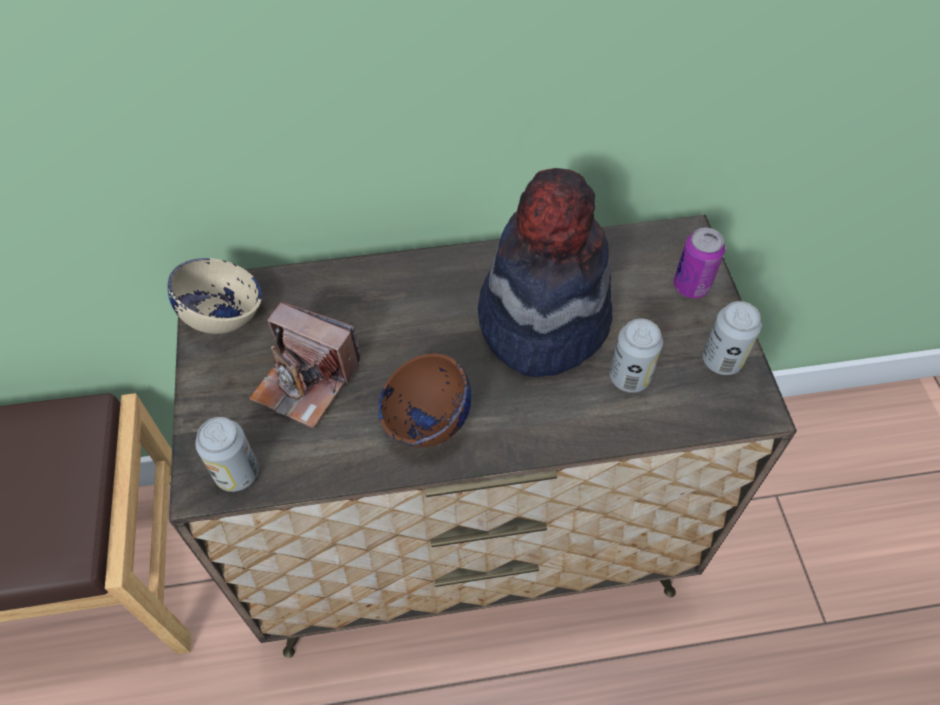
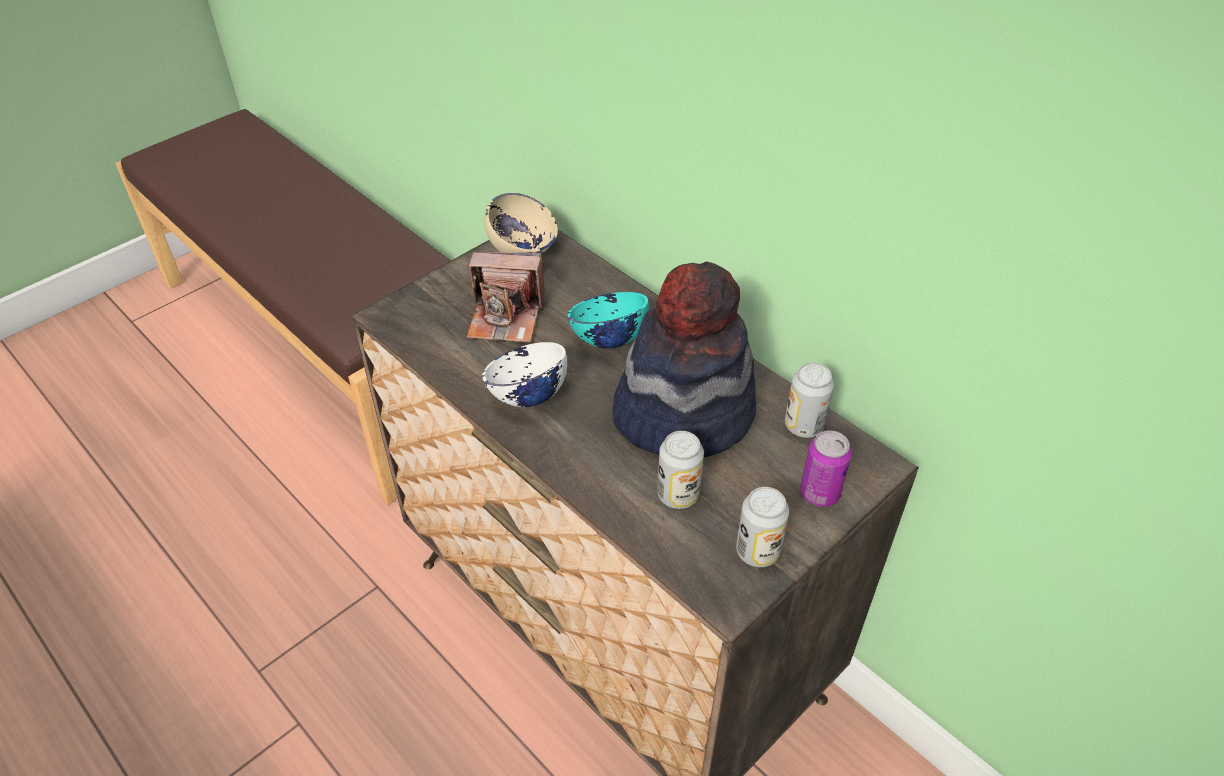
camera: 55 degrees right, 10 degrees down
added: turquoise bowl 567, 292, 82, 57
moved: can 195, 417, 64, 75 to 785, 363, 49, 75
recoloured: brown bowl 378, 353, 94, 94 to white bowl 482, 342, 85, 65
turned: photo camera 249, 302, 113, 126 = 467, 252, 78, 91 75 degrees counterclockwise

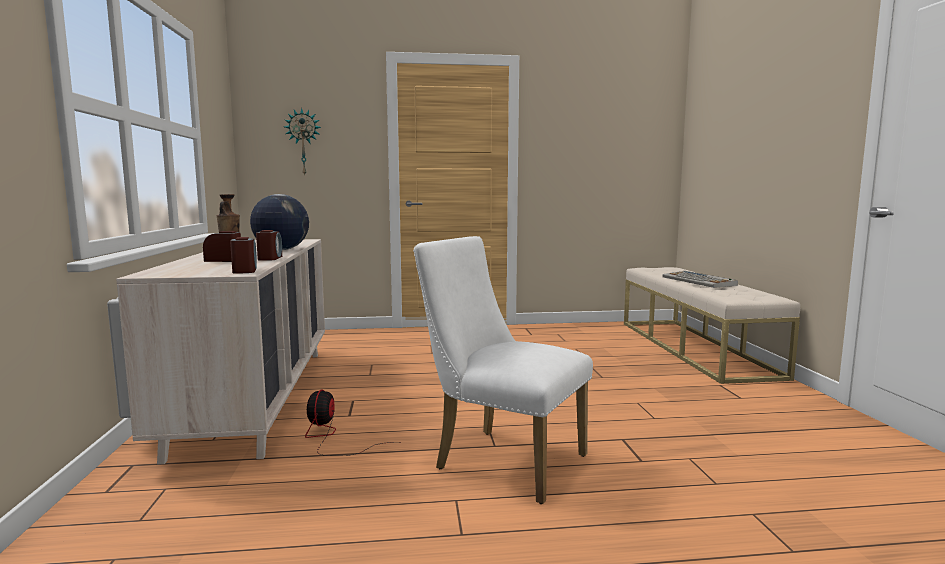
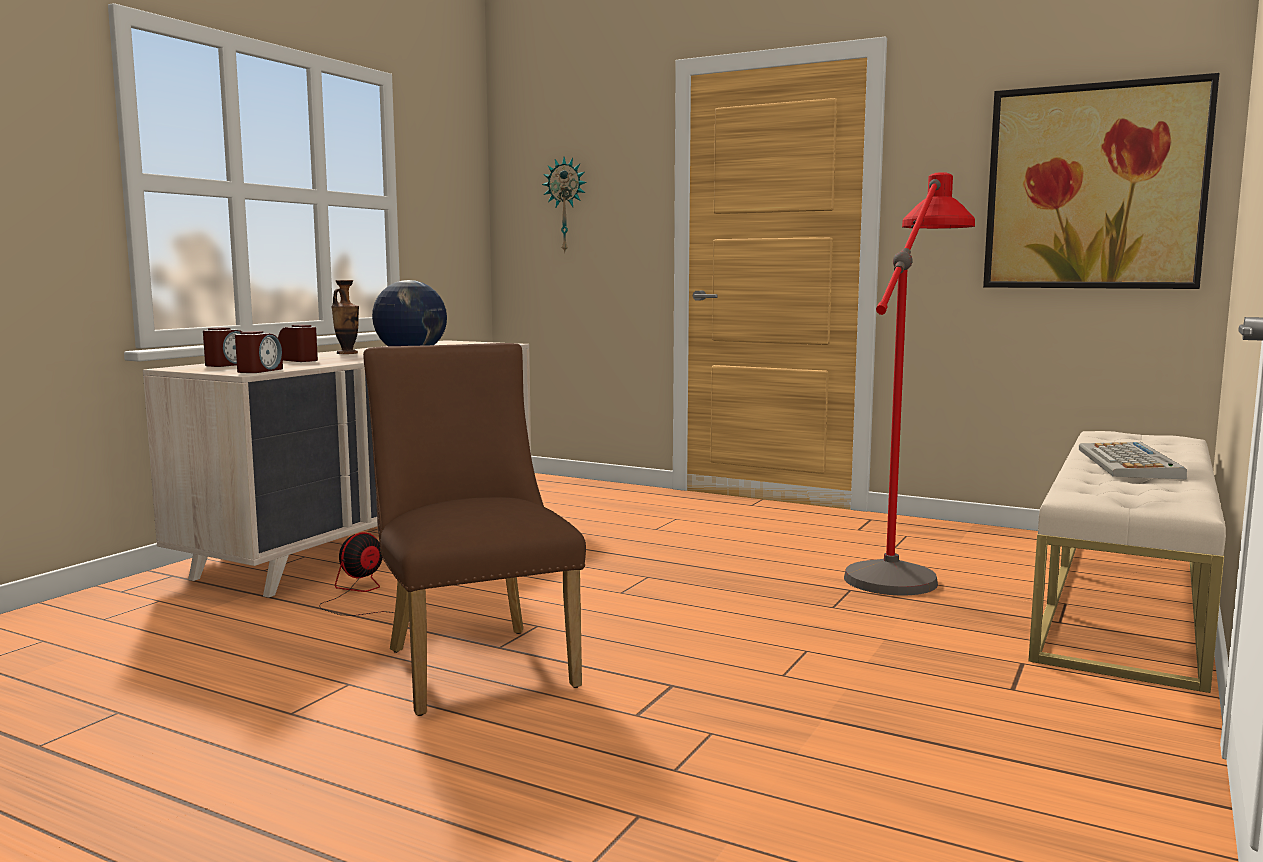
camera: 35 degrees right, 0 degrees up
added: red floor lamp 844, 172, 131, 423; picture 983, 73, 236, 216
moved: alarm clock 256, 230, 26, 31 to 203, 327, 39, 40
recoloured: white chair 413, 236, 180, 268 to brown chair 363, 343, 223, 373

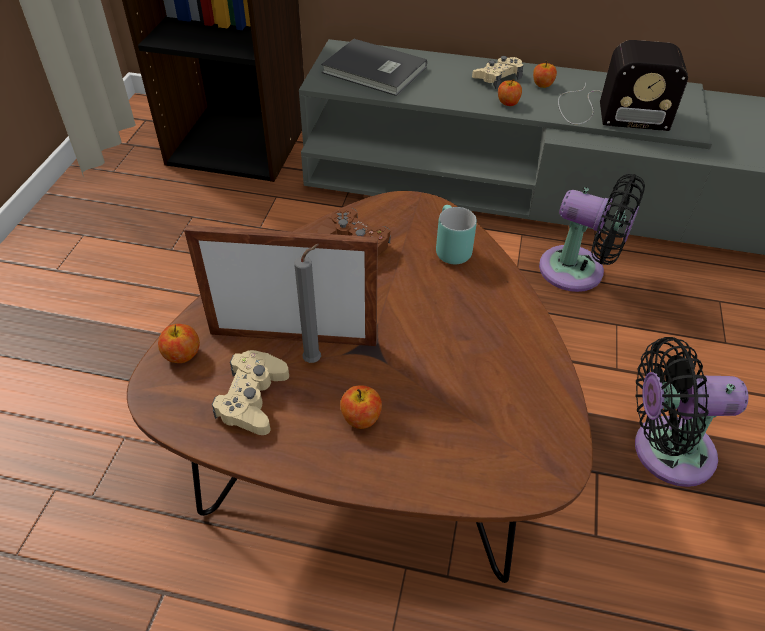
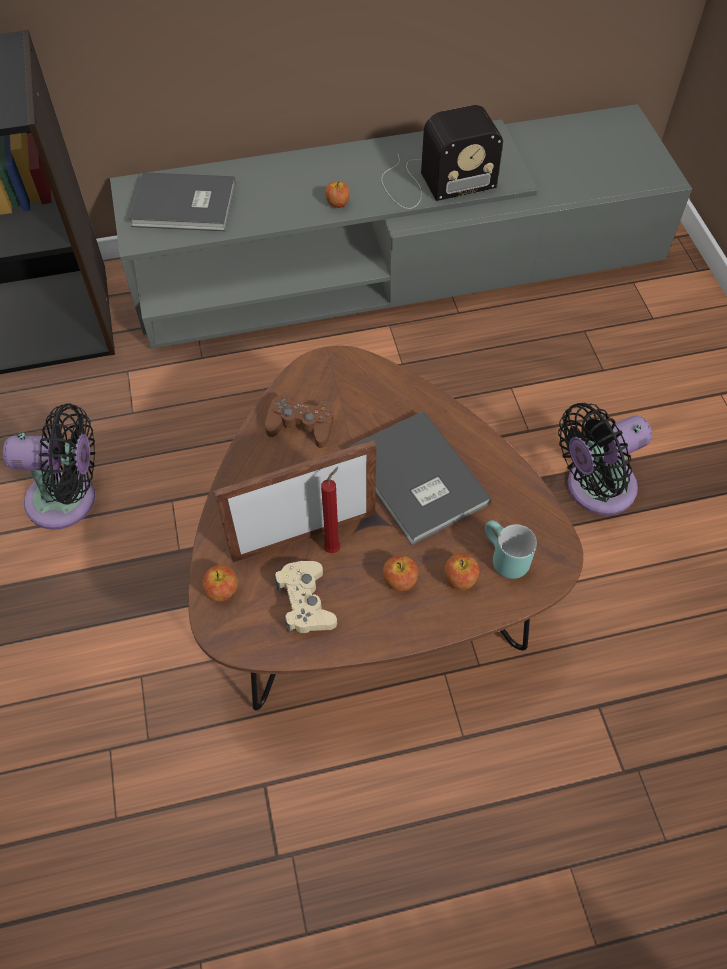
camera: 25 degrees left, 10 degrees up
removed: beige game controller 472, 56, 51, 33
added: grey book 348, 411, 144, 134
moved: turquoise mug 436, 205, 41, 59 to 485, 520, 52, 59; apple 533, 60, 24, 28 to 444, 554, 35, 36; black fan 539, 174, 106, 118 to 3, 403, 92, 127
recoloured: grey candle 294, 244, 27, 119 to red candle 321, 467, 19, 86

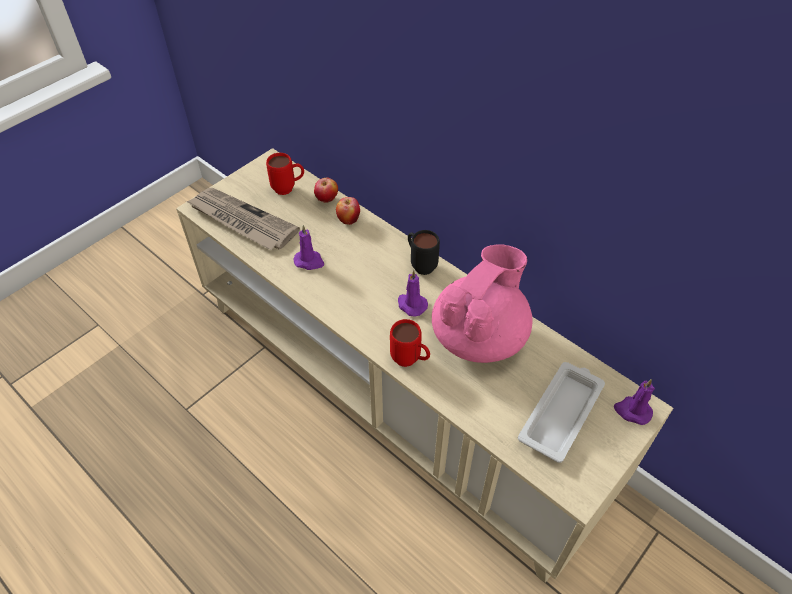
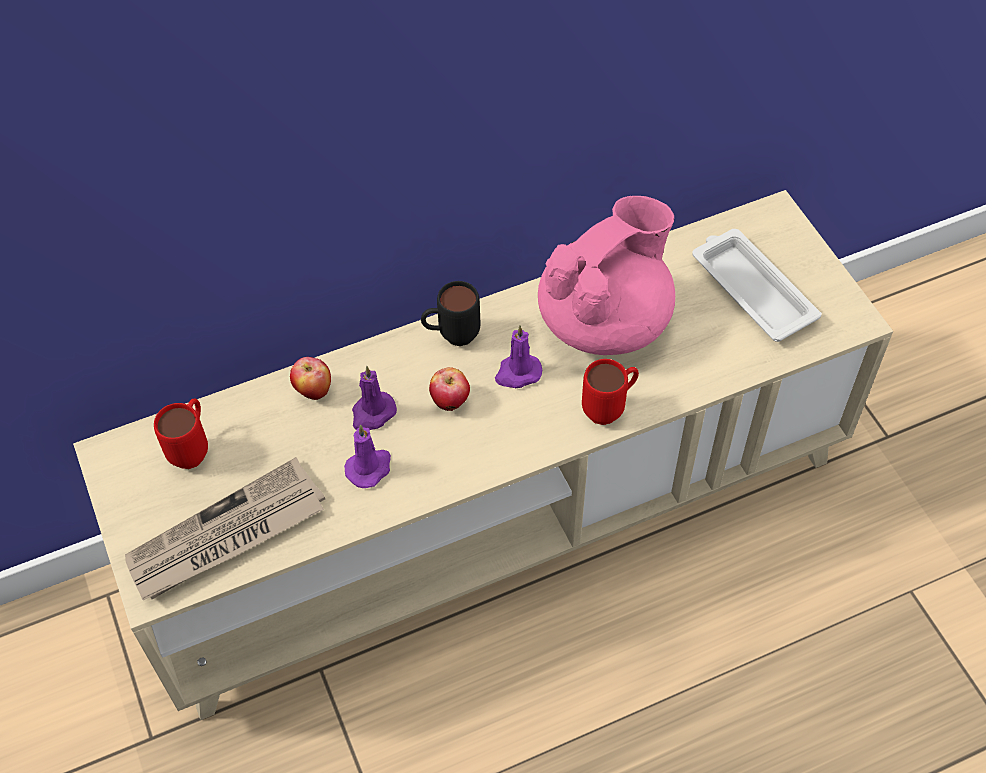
camera: 65 degrees left, 5 degrees up
moved: apple 314, 178, 24, 24 to 429, 367, 41, 44; purple candle 614, 379, 41, 46 to 352, 366, 45, 64
turned: pink teapot 432, 244, 100, 119 = 538, 196, 137, 159 75 degrees clockwise

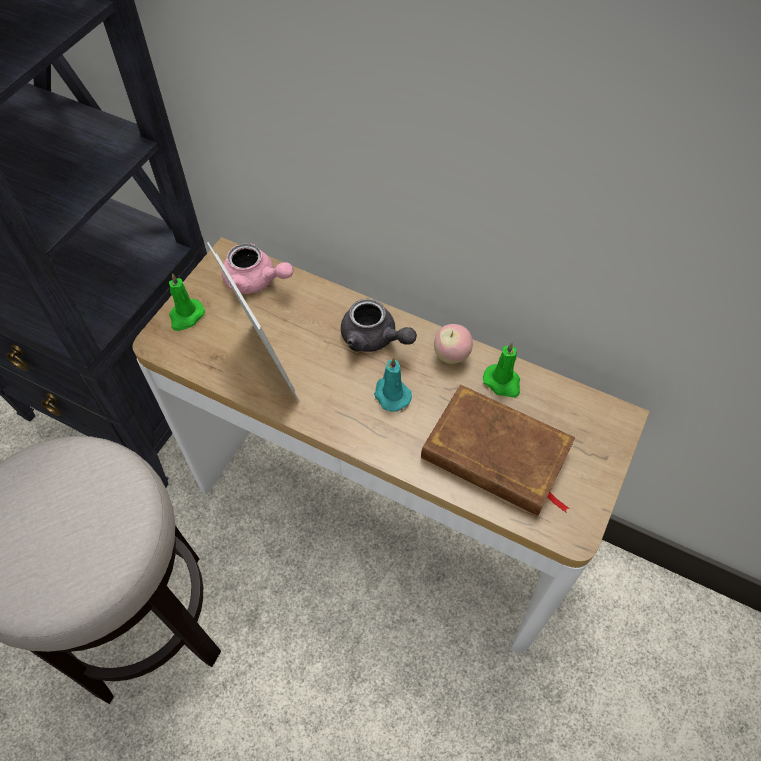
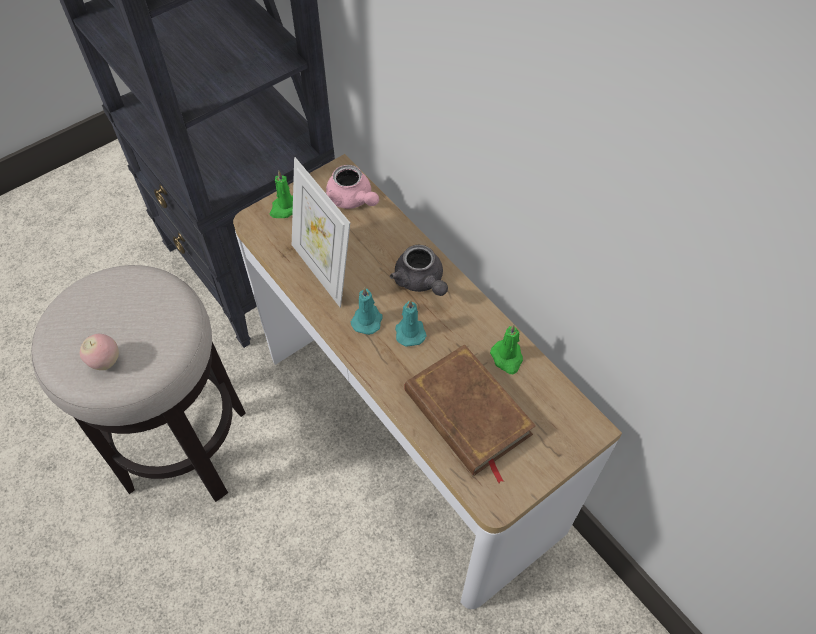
camera: 25 degrees right, 0 degrees up
added: turquoise candle 351, 287, 32, 48
moved: apple 434, 324, 39, 40 to 80, 334, 39, 36
turned: picture frame 207, 242, 93, 160 = 292, 157, 58, 150 150 degrees clockwise

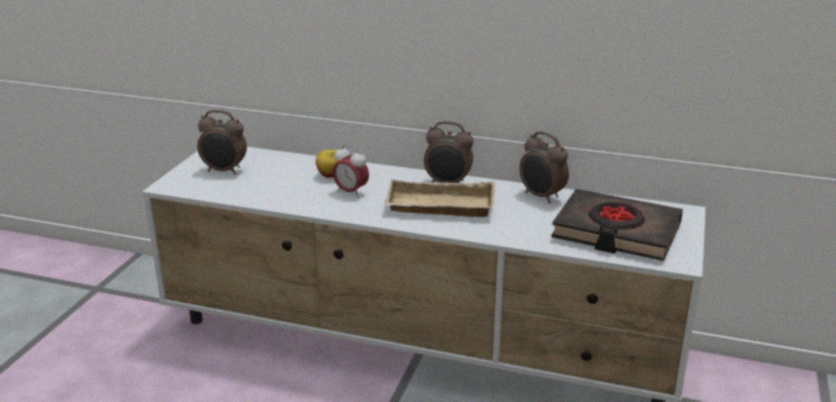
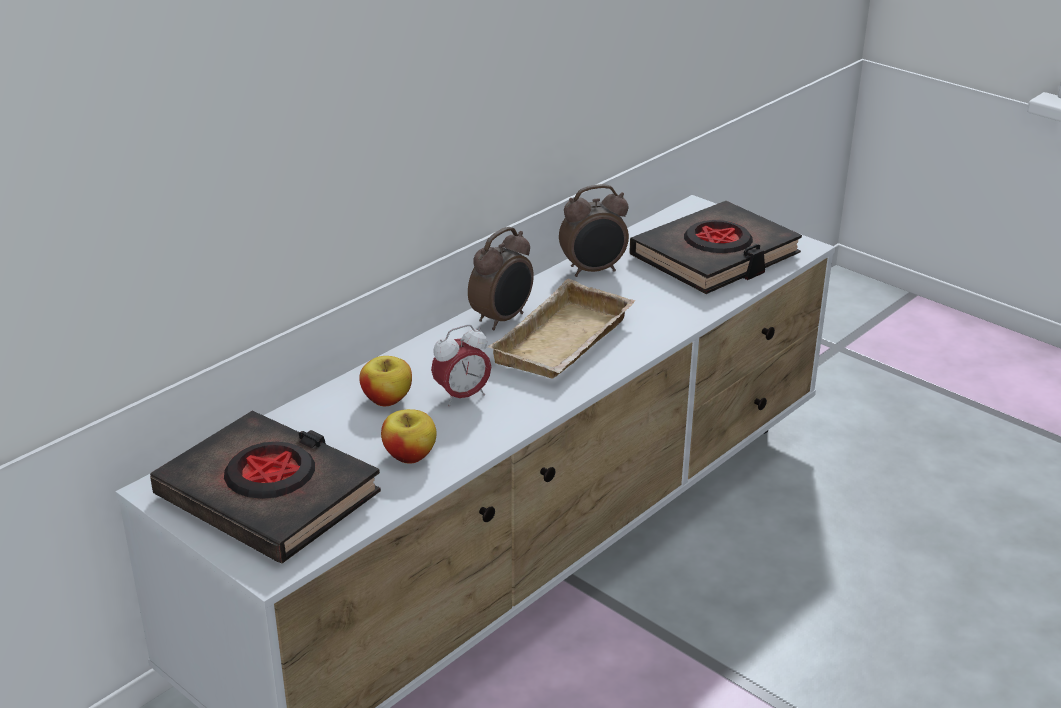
camera: 65 degrees left, 5 degrees up
added: apple 381, 409, 56, 54
replaced: alarm clock 197, 110, 50, 64 to black book 150, 411, 231, 153

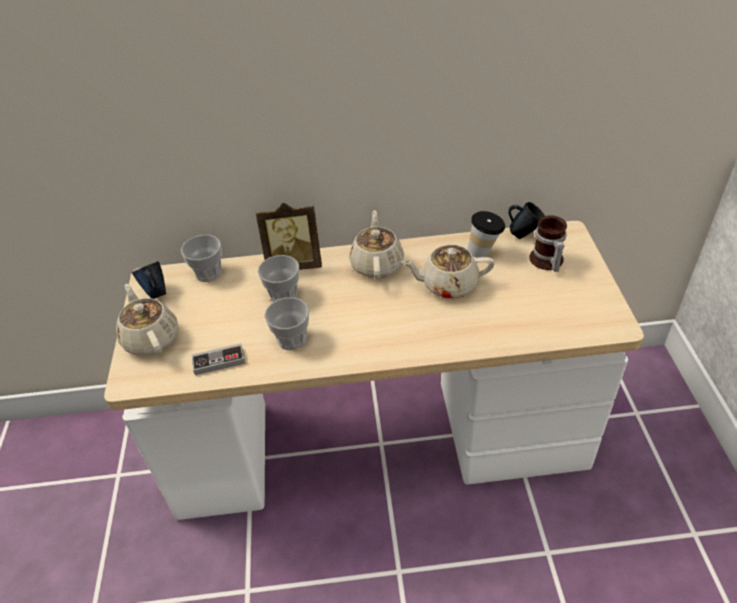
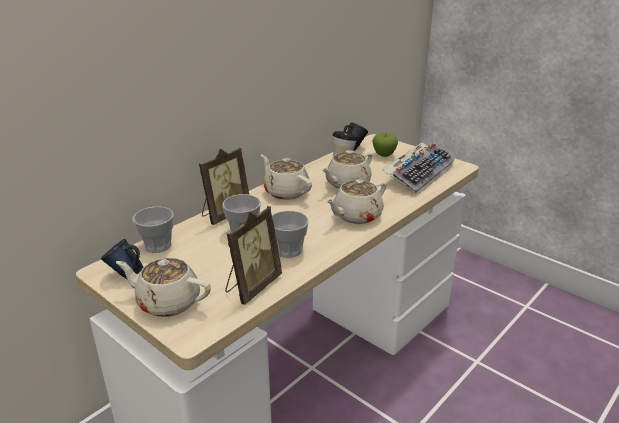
camera: 45 degrees left, 15 degrees down
added: beige teapot 326, 179, 60, 45; keyboard 382, 142, 73, 54
replaced: game controller 192, 343, 53, 32 to picture frame 225, 206, 57, 99; mug 529, 215, 38, 57 to apple 373, 133, 25, 24

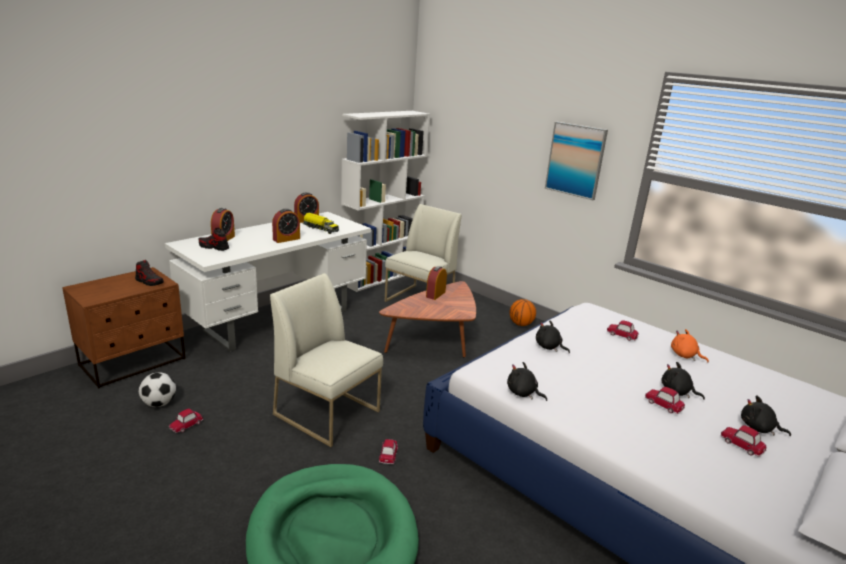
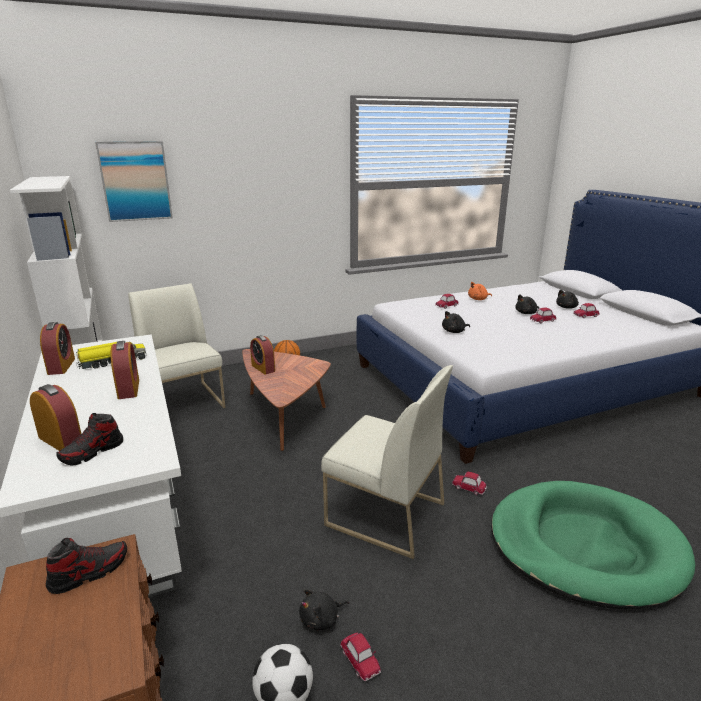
camera: 65 degrees left, 0 degrees up
moved: black plush toy 507, 362, 40, 39 to 299, 589, 50, 41; picture 545, 122, 63, 78 to 95, 141, 78, 81
turned: white chair 270, 273, 113, 174 = 321, 365, 132, 194 120 degrees counterclockwise

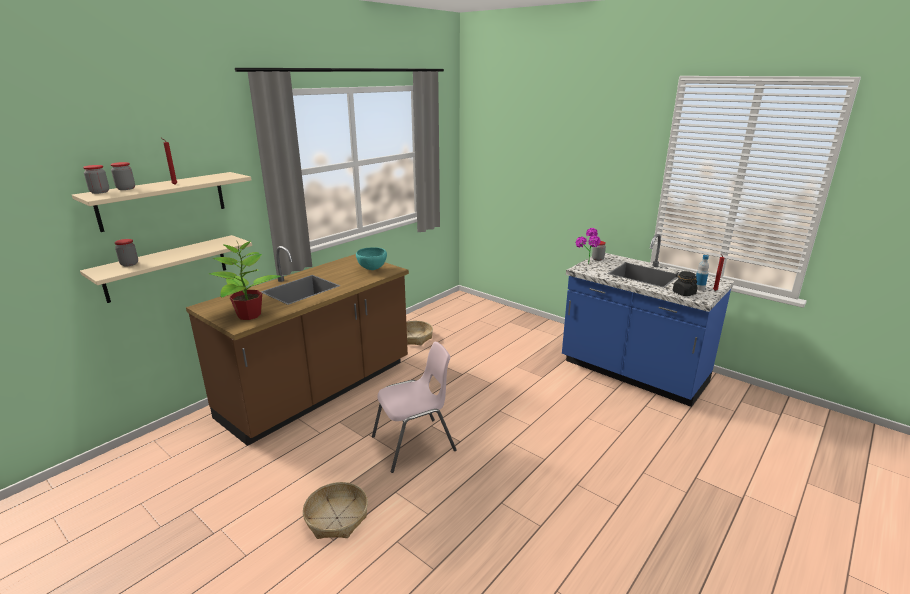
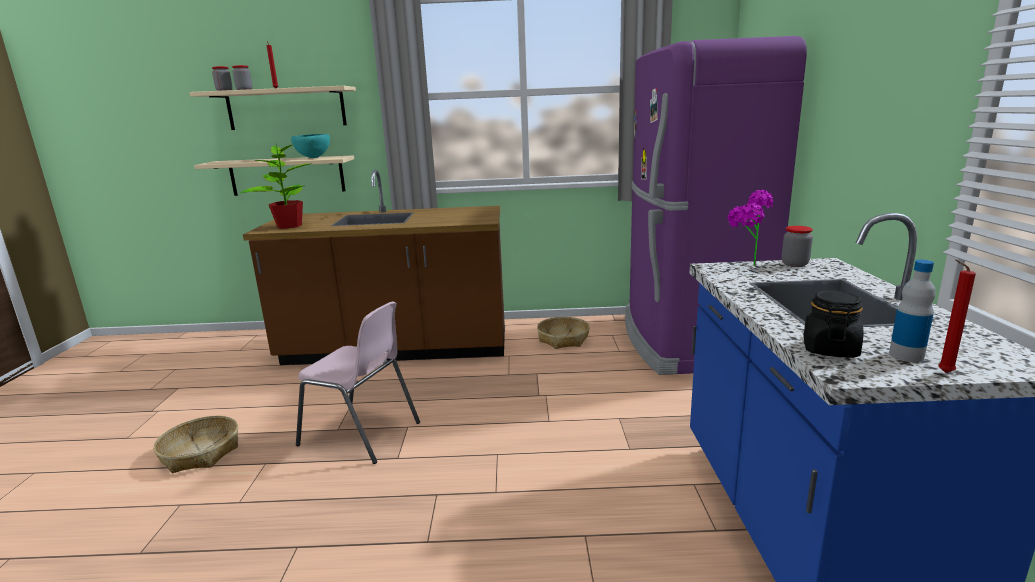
camera: 50 degrees right, 5 degrees down
removed: jar 114, 239, 24, 27
added: purple fridge 625, 36, 182, 339
moved: turquoise bowl 356, 247, 31, 23 to 291, 134, 39, 24

